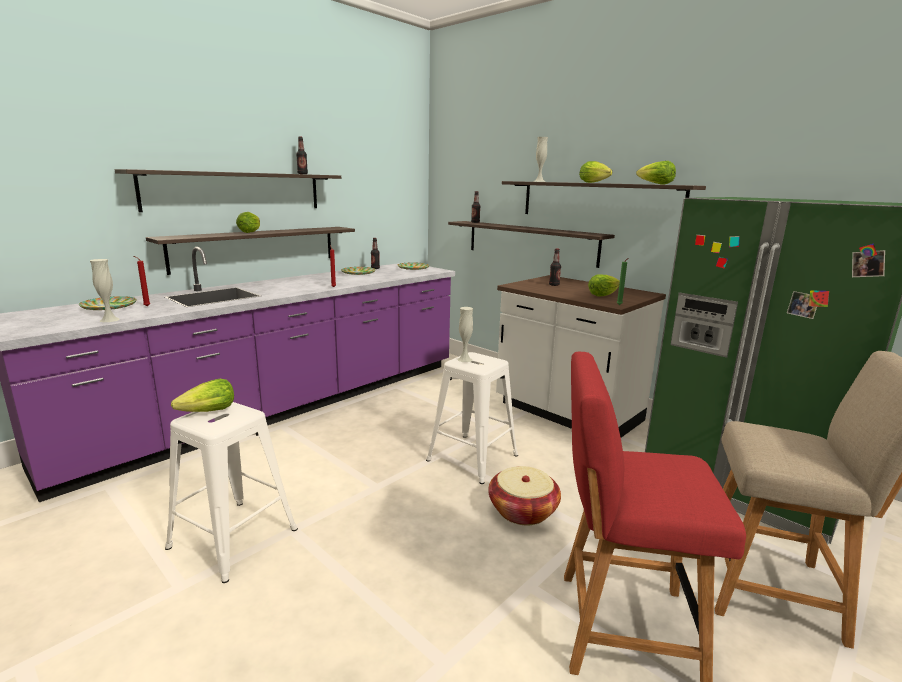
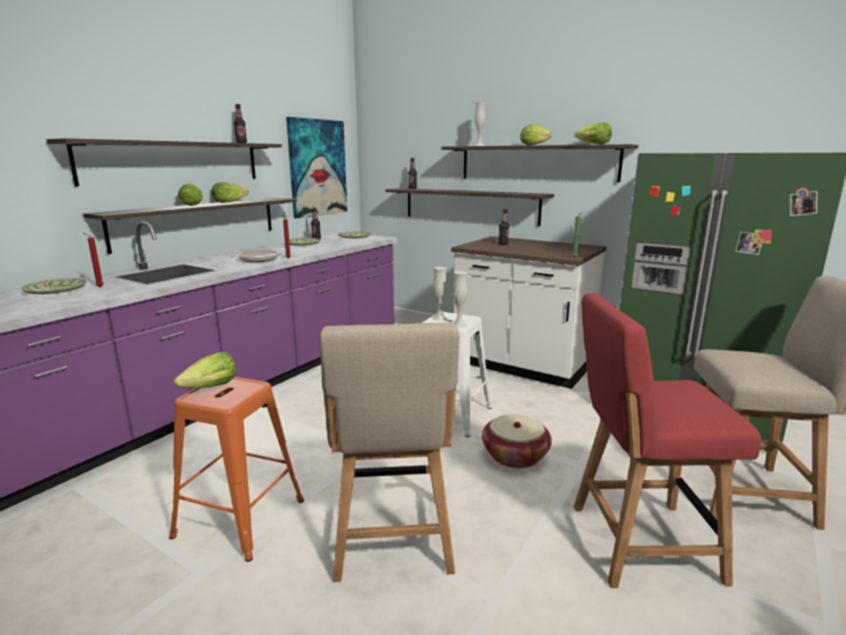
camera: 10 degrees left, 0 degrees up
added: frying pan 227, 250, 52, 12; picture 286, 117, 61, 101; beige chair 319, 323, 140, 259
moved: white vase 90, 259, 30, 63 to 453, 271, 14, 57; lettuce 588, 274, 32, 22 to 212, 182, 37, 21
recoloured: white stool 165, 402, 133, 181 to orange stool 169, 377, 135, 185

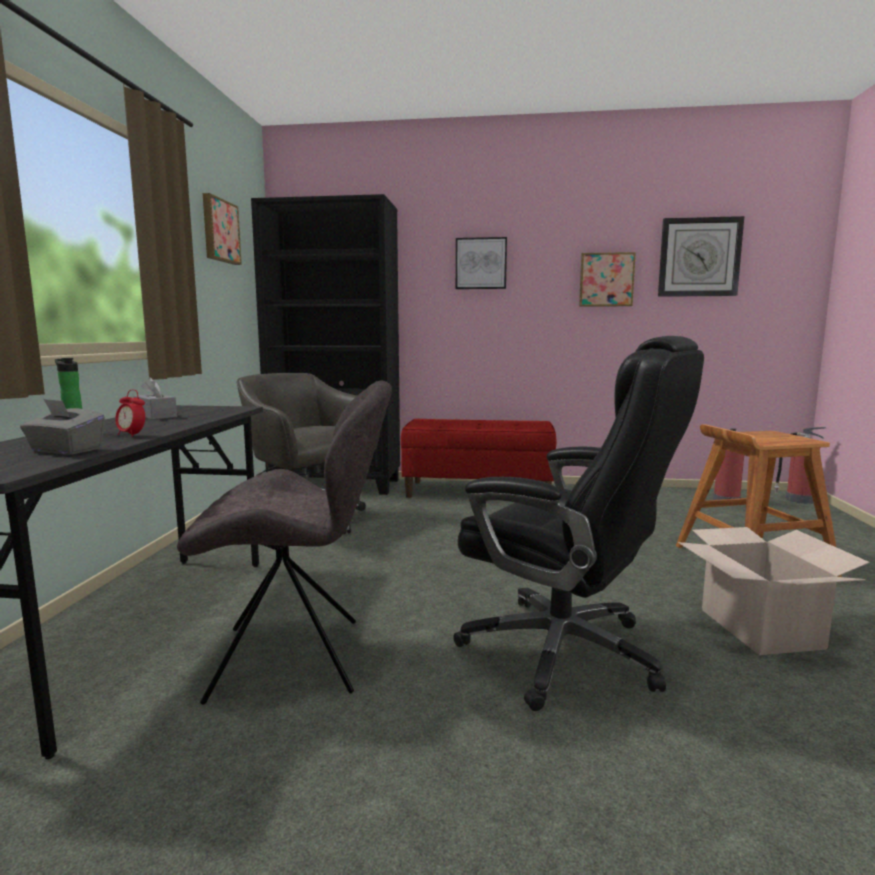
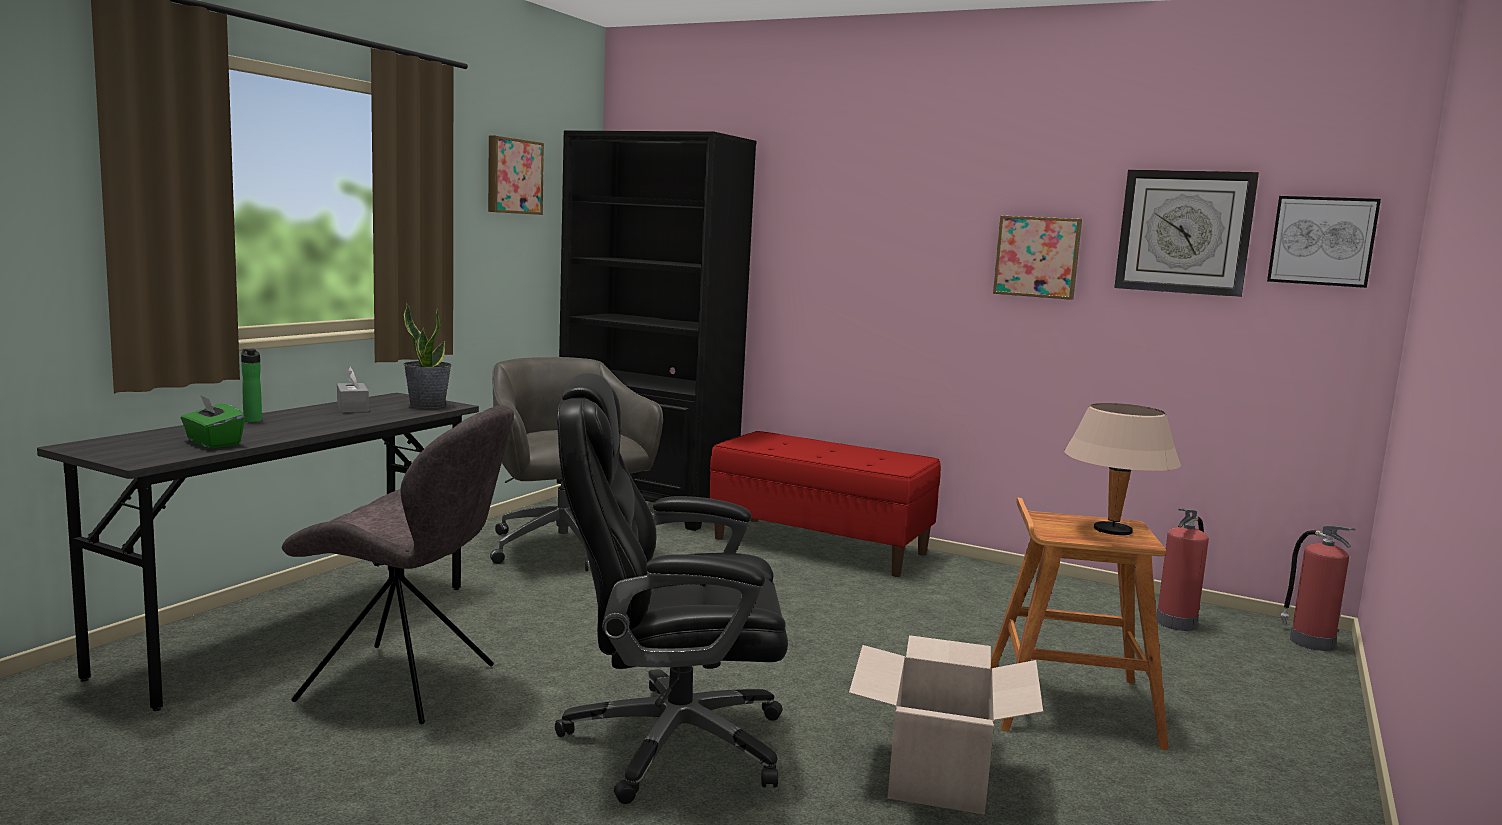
camera: 20 degrees right, 0 degrees up
removed: alarm clock 115, 390, 30, 47
added: potted plant 403, 303, 49, 105; beige table lamp 1064, 403, 117, 132
moved: picture 456, 237, 51, 52 to 1267, 196, 114, 92
recoloured: grey tissue box 20, 399, 85, 56 to green tissue box 181, 395, 64, 53
turned: black office chair 453, 336, 251, 375 = 555, 373, 233, 431 120 degrees clockwise

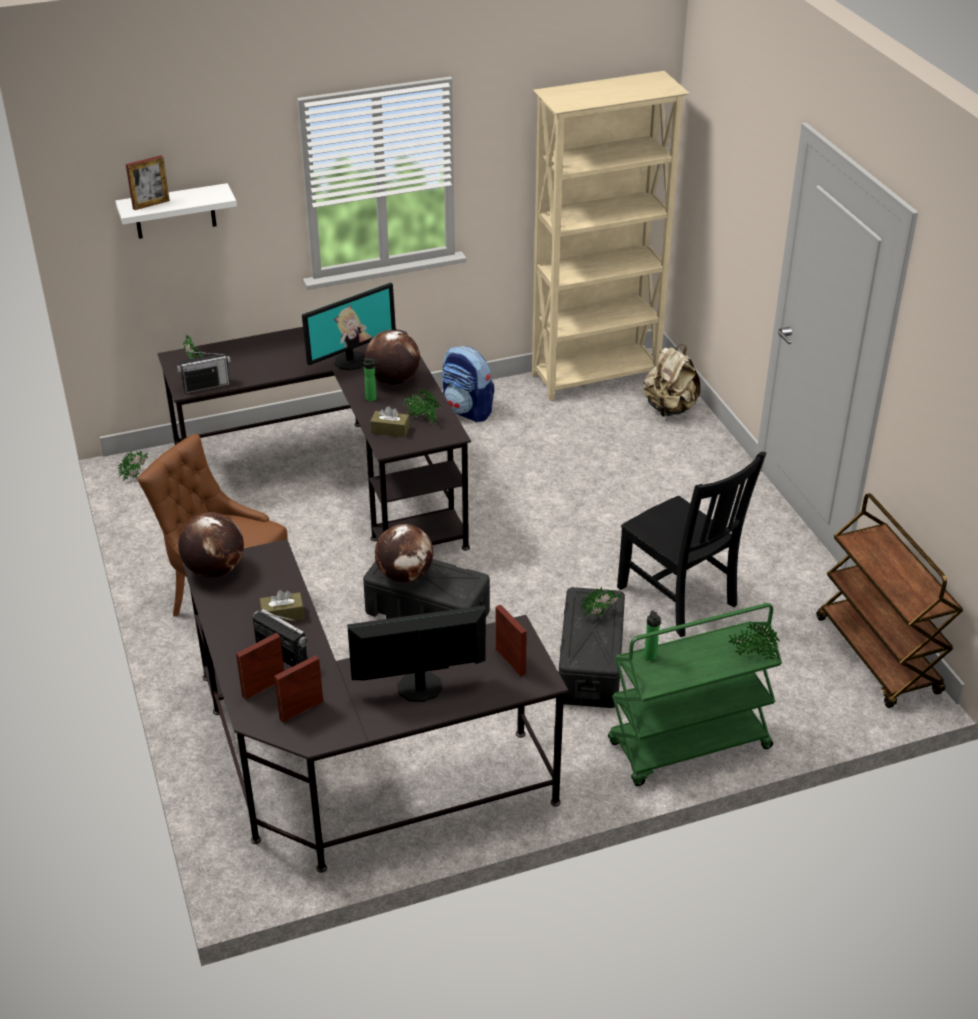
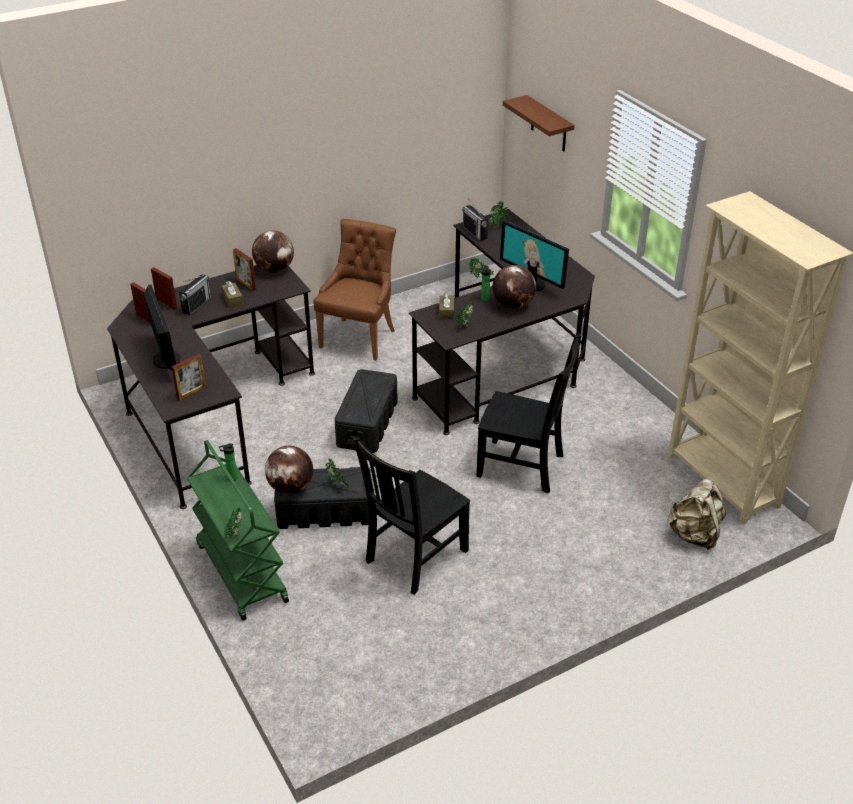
camera: 80 degrees right, 0 degrees up
removed: backpack 442, 346, 53, 76; brown cart 816, 493, 147, 215
added: black chair 476, 333, 105, 160
moved: picture frame 126, 155, 44, 55 to 233, 248, 23, 43; globe 375, 524, 58, 59 to 265, 446, 48, 48
recoloured: white shelf 115, 183, 122, 56 to brown shelf 503, 95, 71, 56

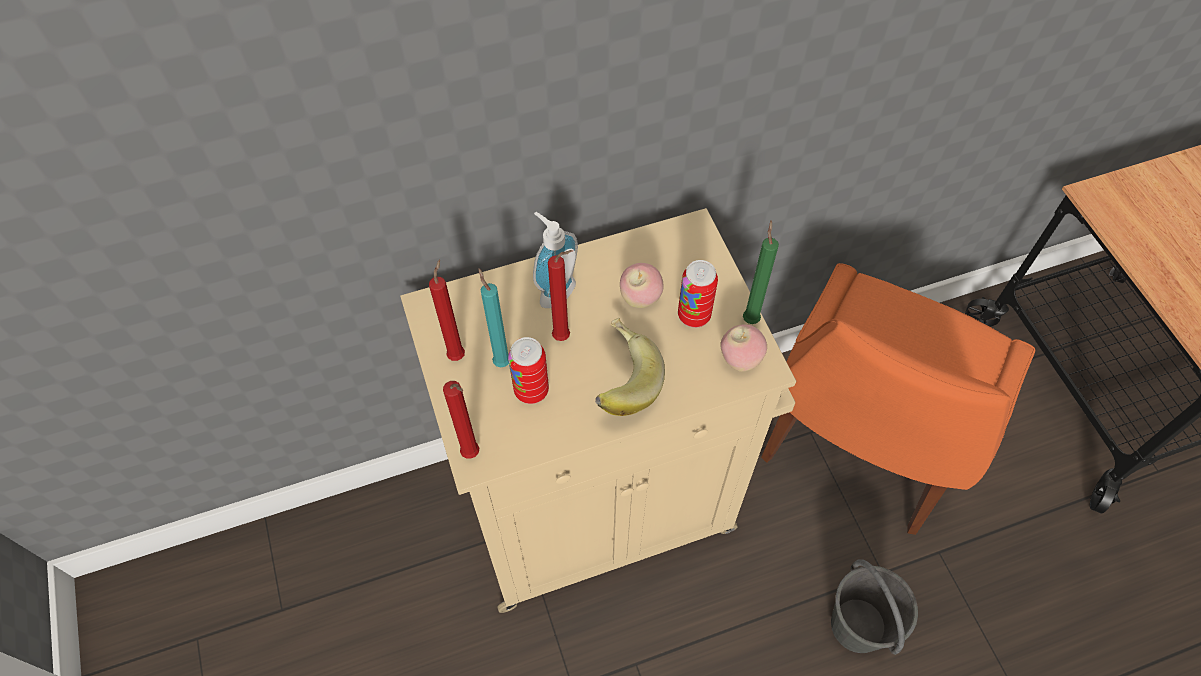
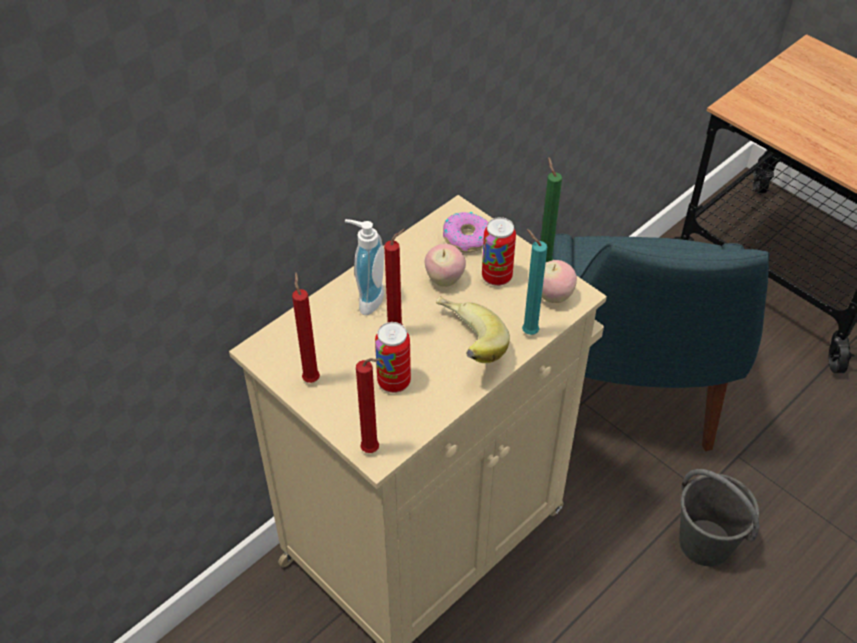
camera: 25 degrees left, 10 degrees down
added: donut 443, 212, 45, 41
moved: turquoise candle 478, 268, 31, 99 to 522, 229, 25, 106
recoloured: orange chair 761, 263, 274, 272 to blue chair 552, 234, 218, 217

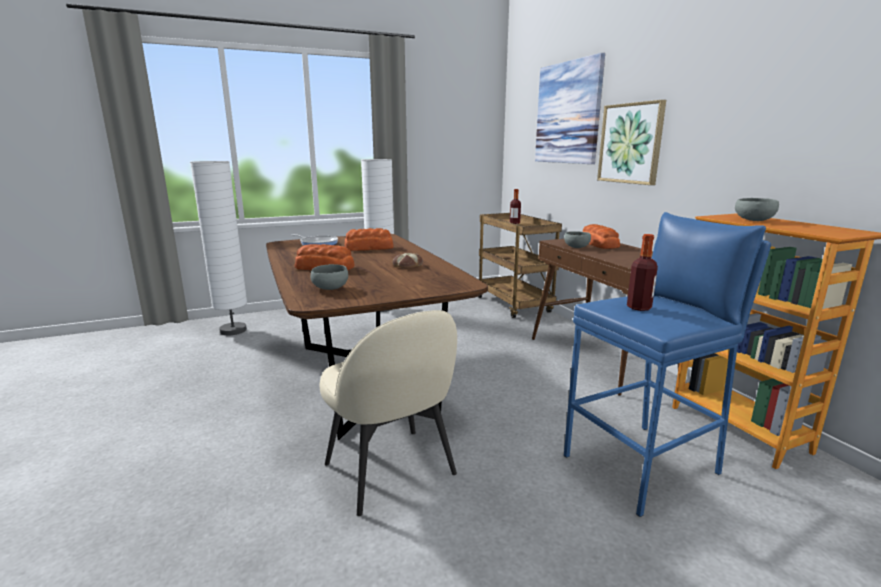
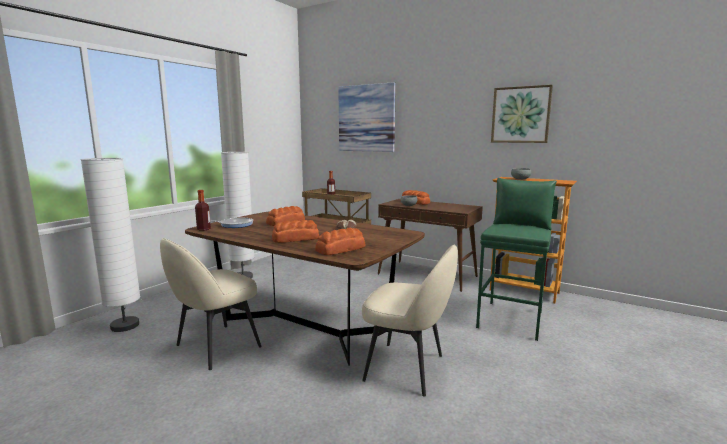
camera: 35 degrees left, 5 degrees down
added: beige chair 160, 238, 102, 132
moved: picture 597, 100, 69, 85 to 491, 85, 62, 58; bottle 627, 234, 31, 77 to 195, 190, 16, 41
replaced: grey bowl 311, 264, 37, 26 to bread 315, 228, 51, 27
recoloured: blue stool 564, 212, 207, 305 to green stool 476, 178, 81, 163

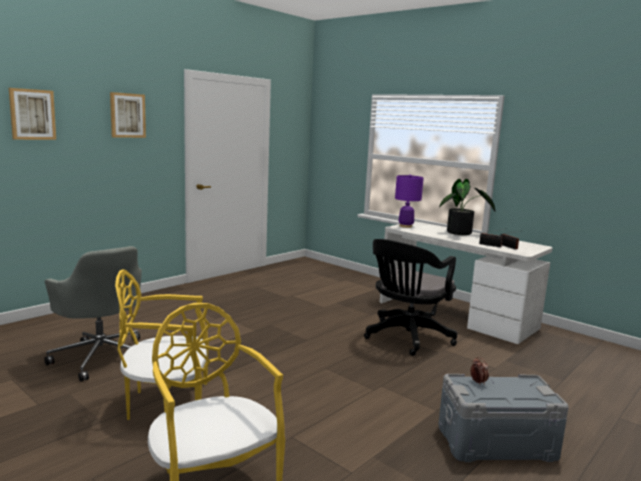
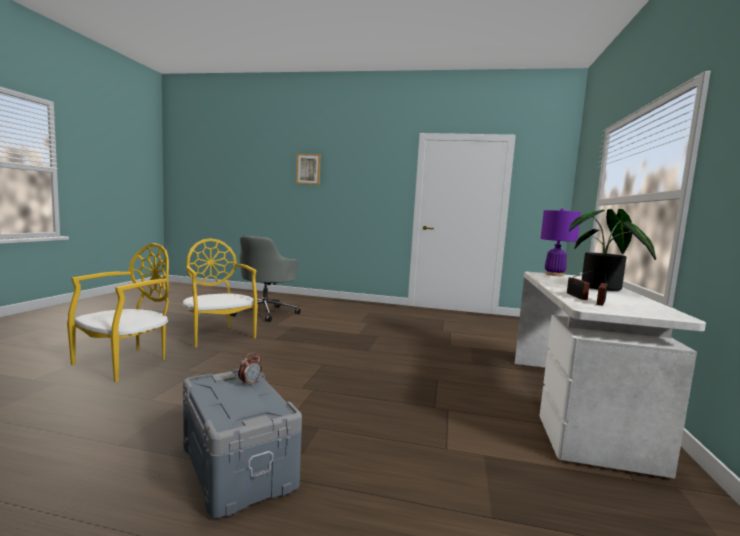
camera: 60 degrees right, 5 degrees down
removed: picture 110, 92, 36, 46; black office chair 364, 239, 93, 117

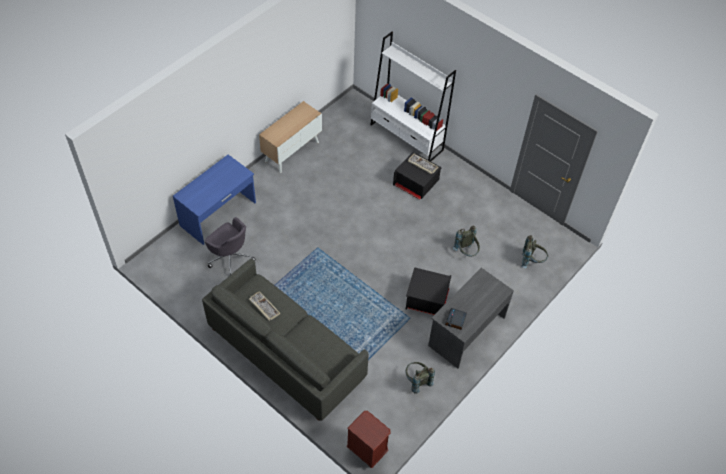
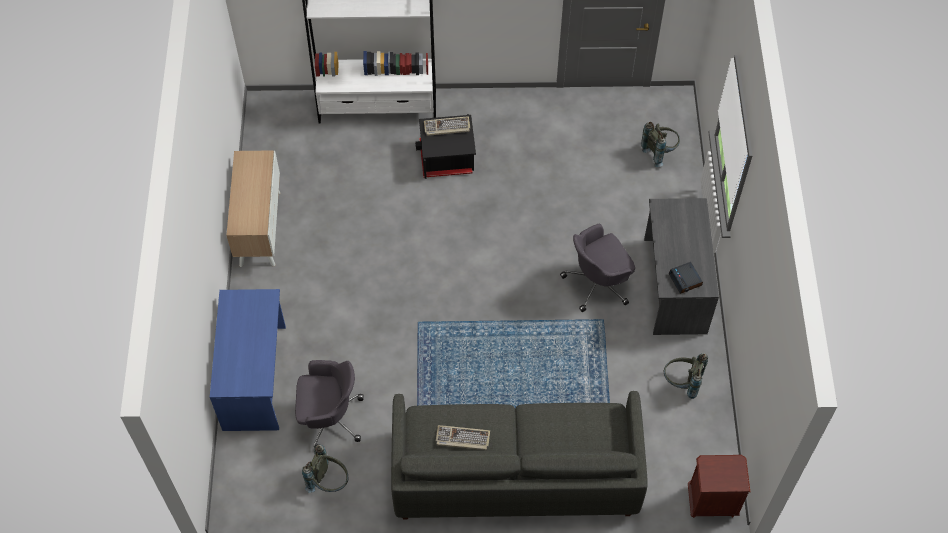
camera: 40 degrees left, 5 degrees up
moved: grey backpack 453, 225, 27, 32 to 302, 445, 46, 48
replaced: black storage box 406, 267, 45, 48 to grey office chair 560, 224, 75, 88

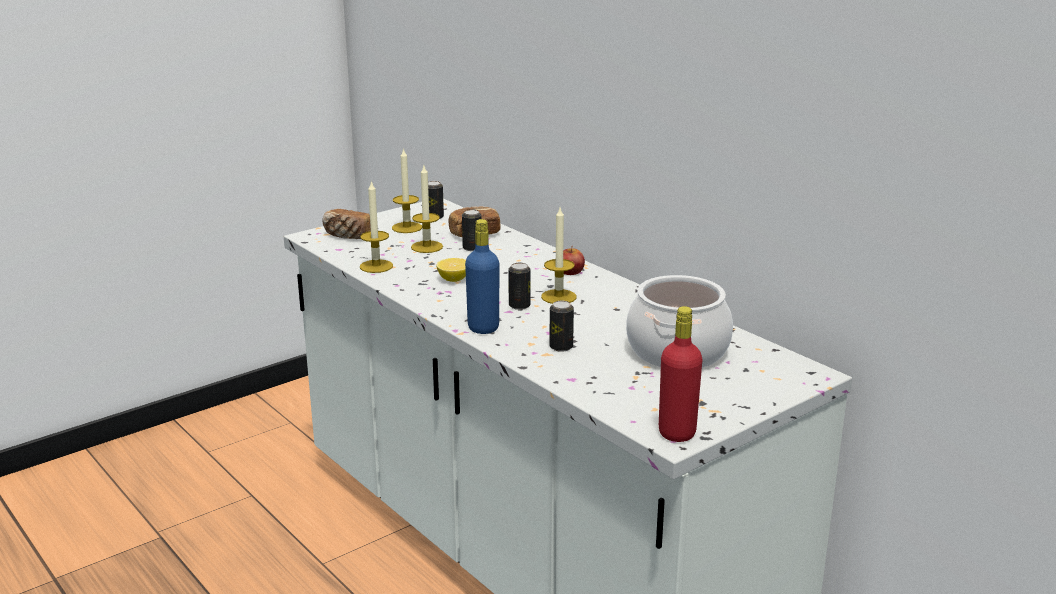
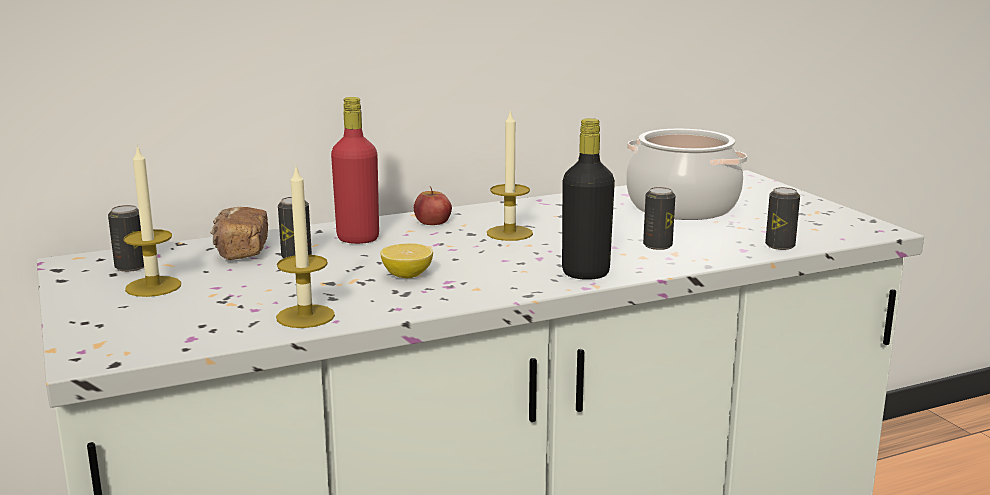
camera: 75 degrees left, 5 degrees down
removed: bread 322, 209, 49, 30; candle 411, 166, 32, 87
moved: can 508, 263, 23, 47 to 765, 187, 35, 63; red bottle 659, 306, 44, 136 to 331, 97, 48, 147
recoloured: blue bottle 465, 219, 34, 115 to black bottle 562, 118, 53, 162

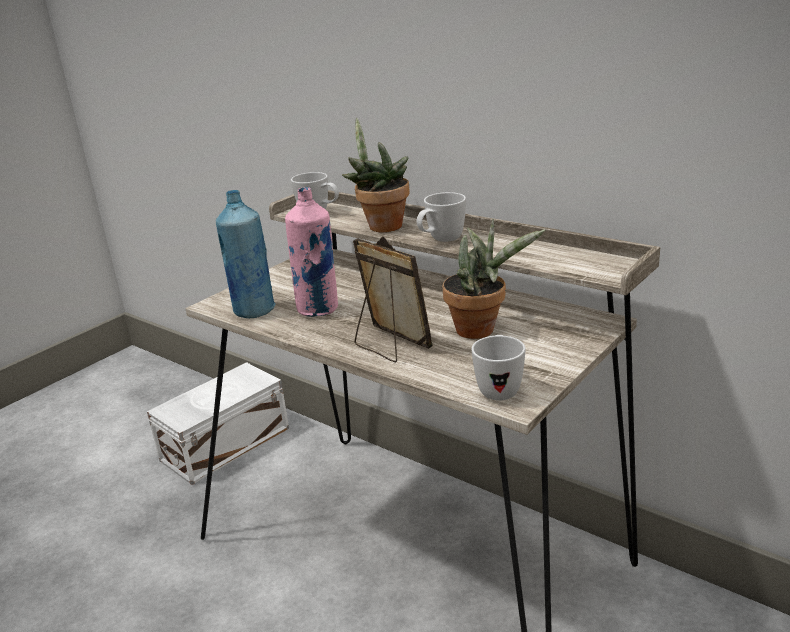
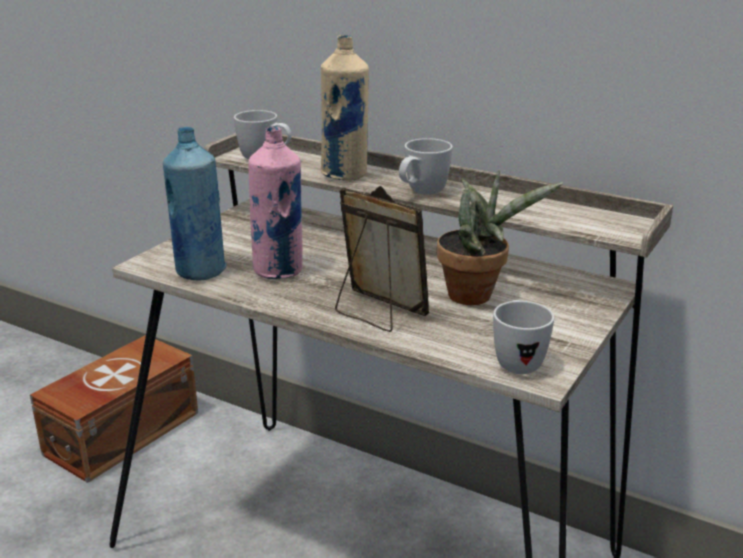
camera: 10 degrees left, 0 degrees up
replaced: potted plant 342, 118, 68, 114 to beige bottle 321, 35, 48, 146
recoloured: white storage box 147, 362, 142, 123 to brown storage box 30, 335, 168, 148

